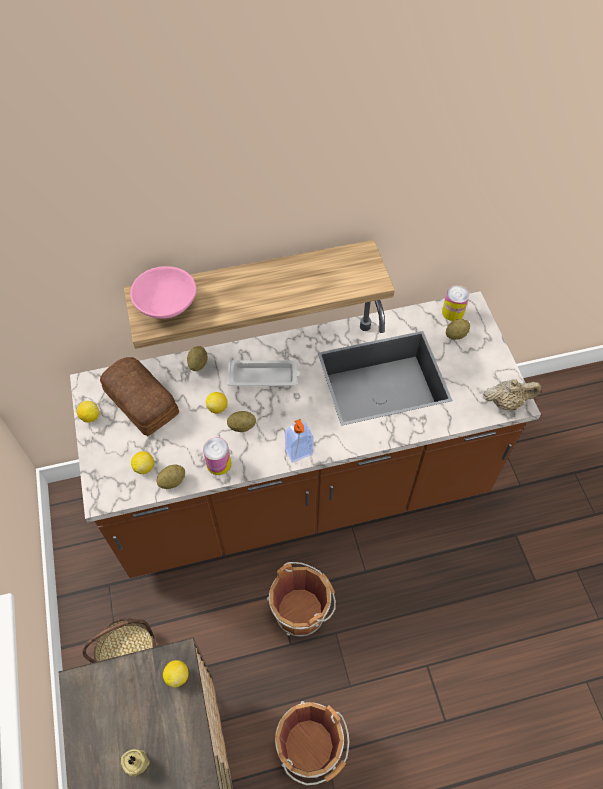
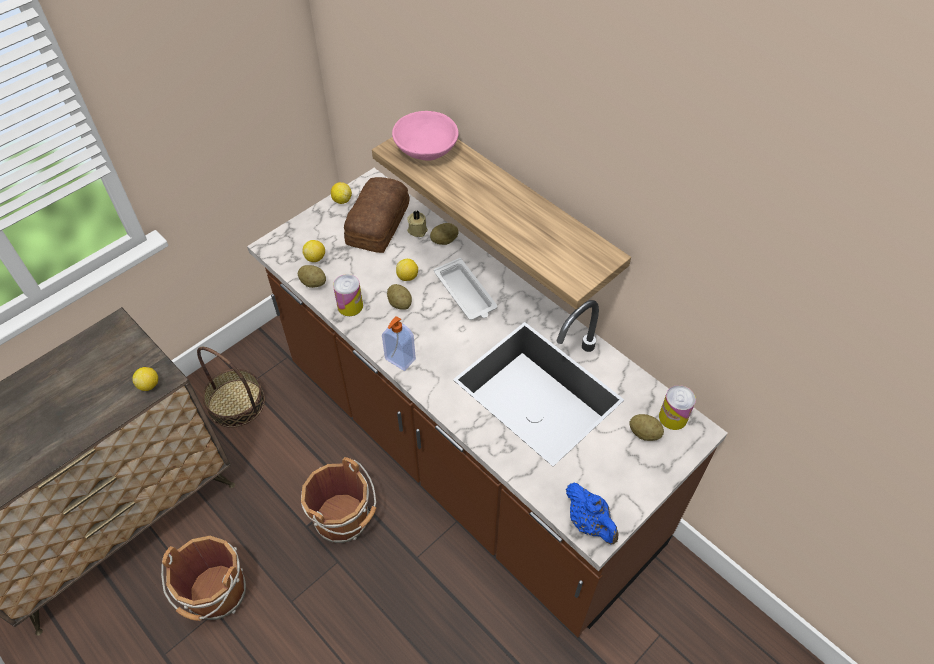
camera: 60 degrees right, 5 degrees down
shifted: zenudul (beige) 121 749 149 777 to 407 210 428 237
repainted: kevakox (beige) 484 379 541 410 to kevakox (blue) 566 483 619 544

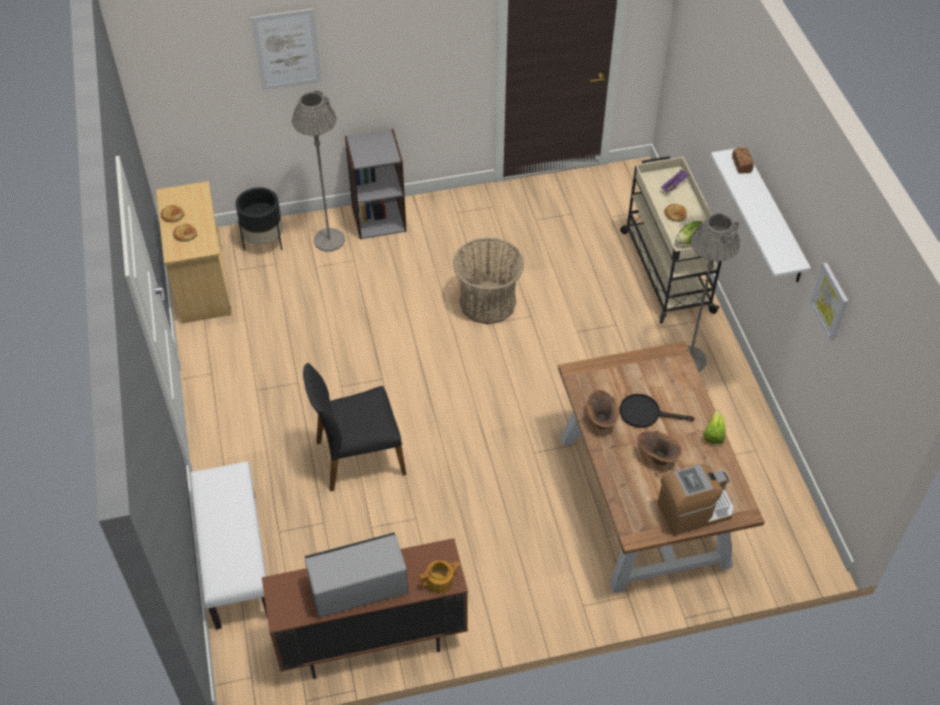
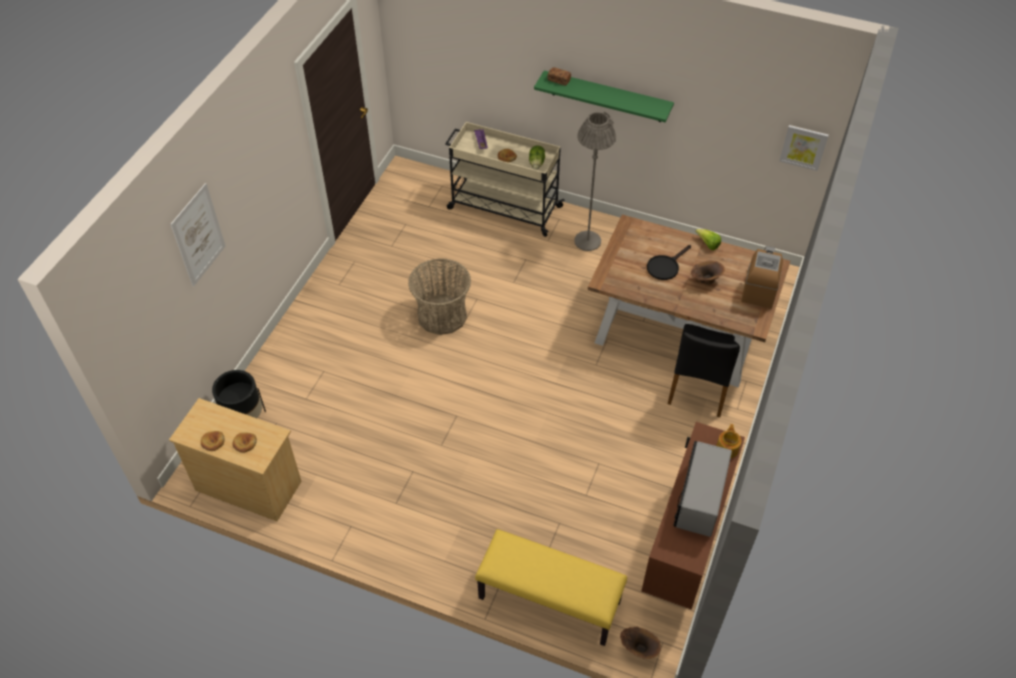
camera: 55 degrees left, 0 degrees up
gone: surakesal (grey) 292 90 345 252; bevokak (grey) 345 129 407 239
shifted: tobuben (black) 303 363 406 492 to 668 324 740 417; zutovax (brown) 587 390 619 429 to 620 627 661 659; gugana 810 263 848 341 to 779 125 829 171
repainted: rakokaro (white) 190 461 268 630 to rakokaro (yellow) 475 529 627 646; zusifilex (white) 711 147 811 282 to zusifilex (green) 534 70 674 122

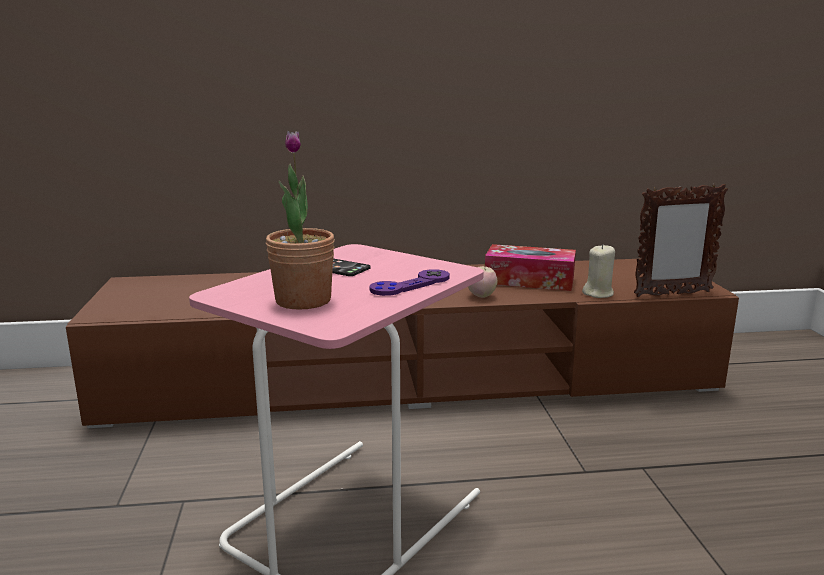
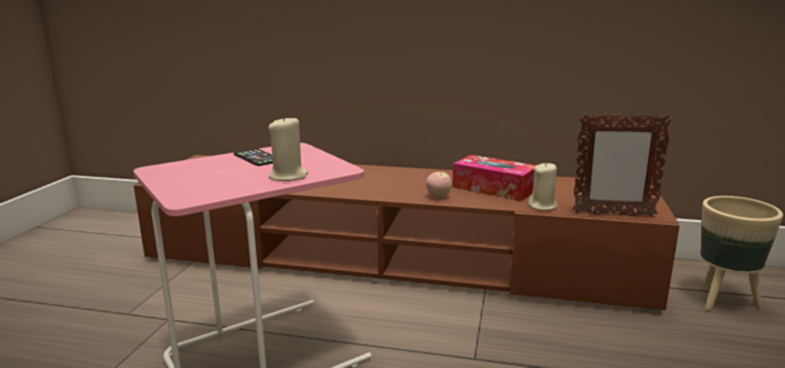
camera: 20 degrees right, 0 degrees up
gone: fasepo 266 131 335 310
new: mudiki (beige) 700 196 783 311
swapped: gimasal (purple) 369 269 450 296 to zenudul (beige) 268 115 308 181

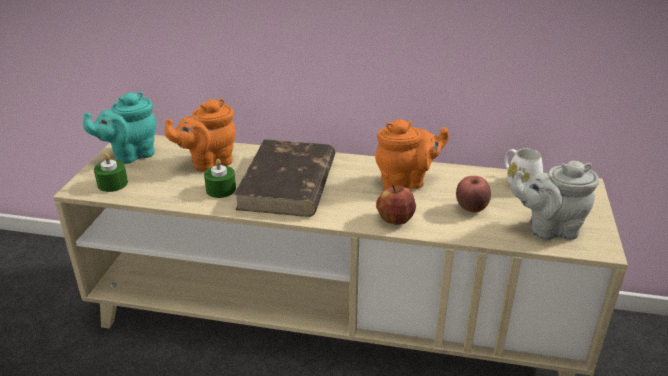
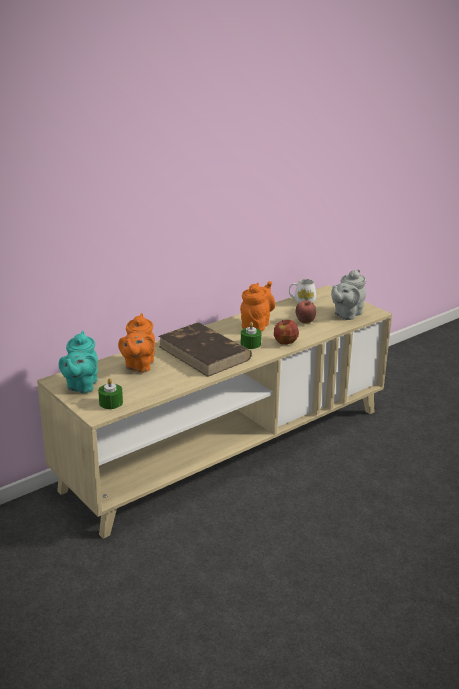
camera: 50 degrees left, 5 degrees down
shifted: zenudul (green) 204 159 236 198 to 241 322 261 349

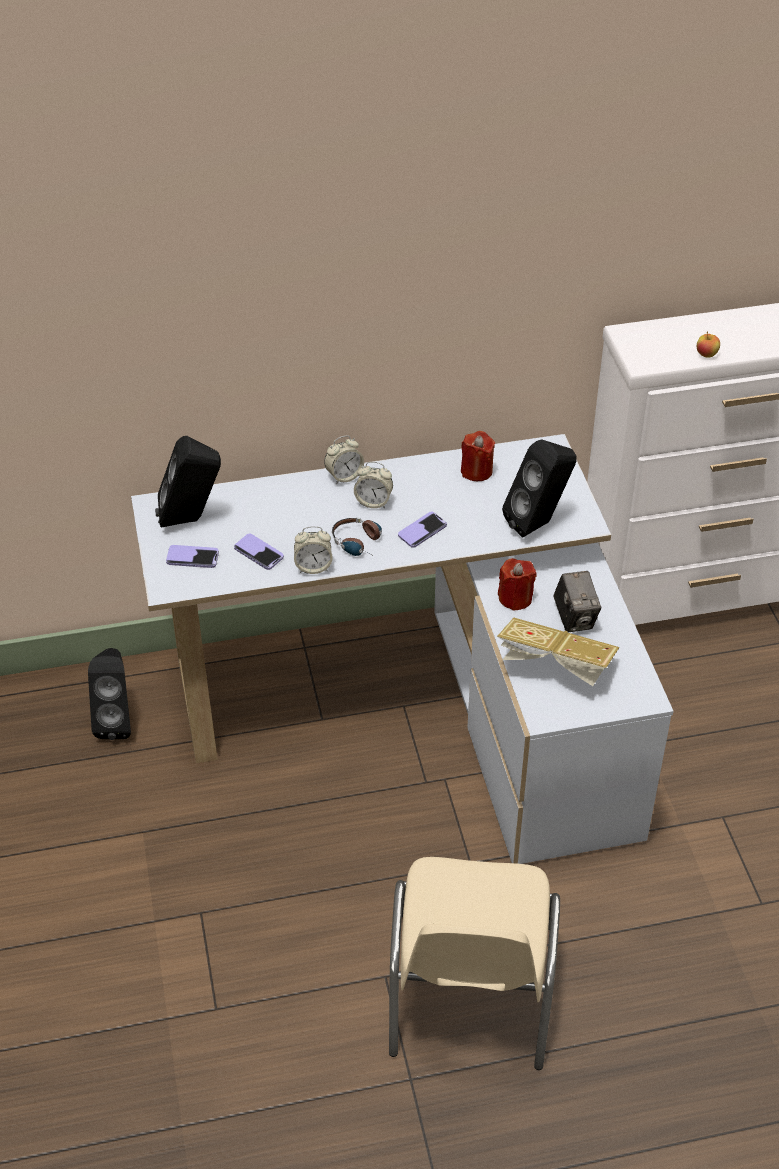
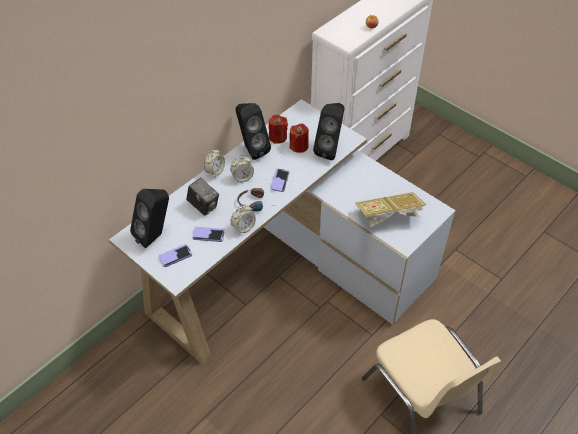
camera: 35 degrees left, 5 degrees up
shifted: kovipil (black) 88 648 131 740 to 235 103 271 160; zenudul (red) 498 558 536 611 to 289 123 309 153; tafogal 553 571 601 632 to 186 178 219 216

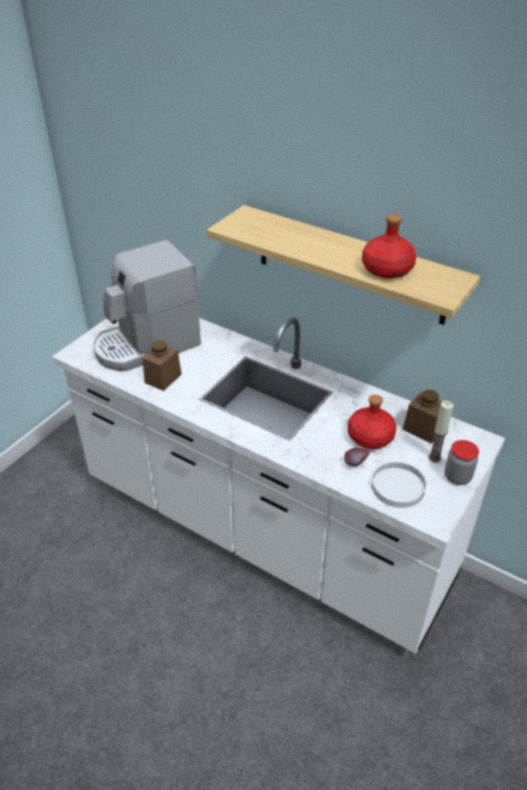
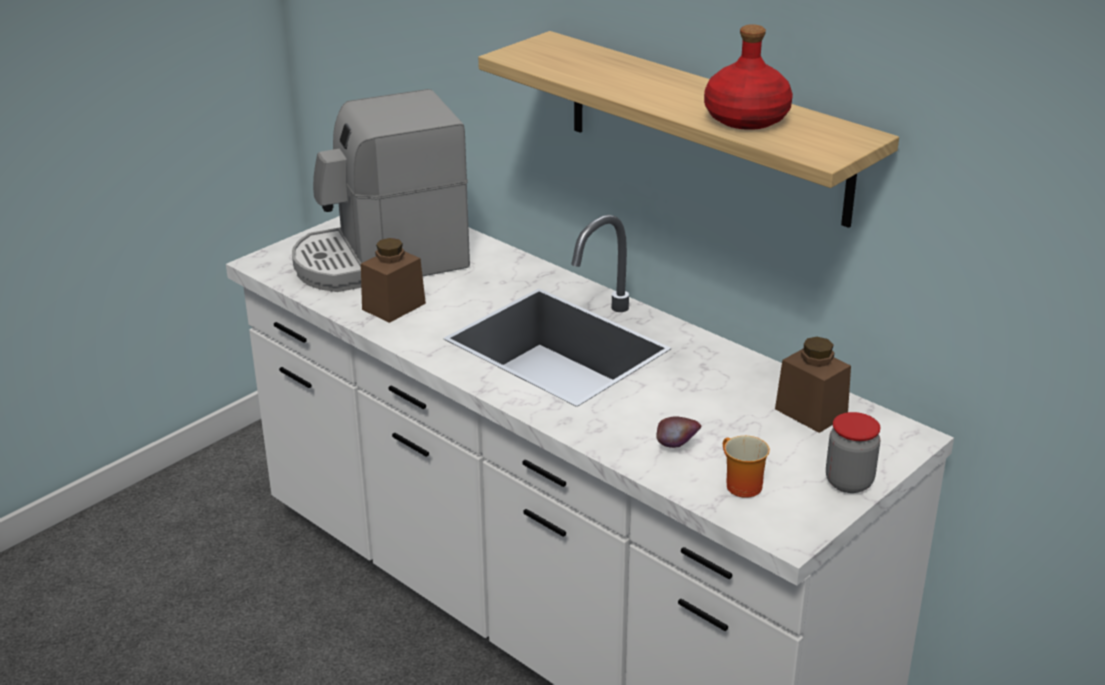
camera: 10 degrees right, 10 degrees down
gone: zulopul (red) 348 395 396 449; zenudul 428 401 453 463
swapped: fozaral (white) 372 462 426 508 to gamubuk 723 436 770 498

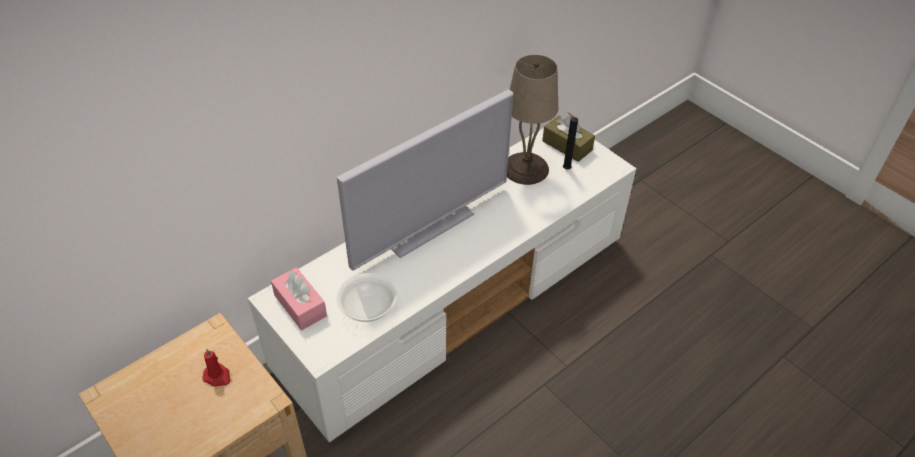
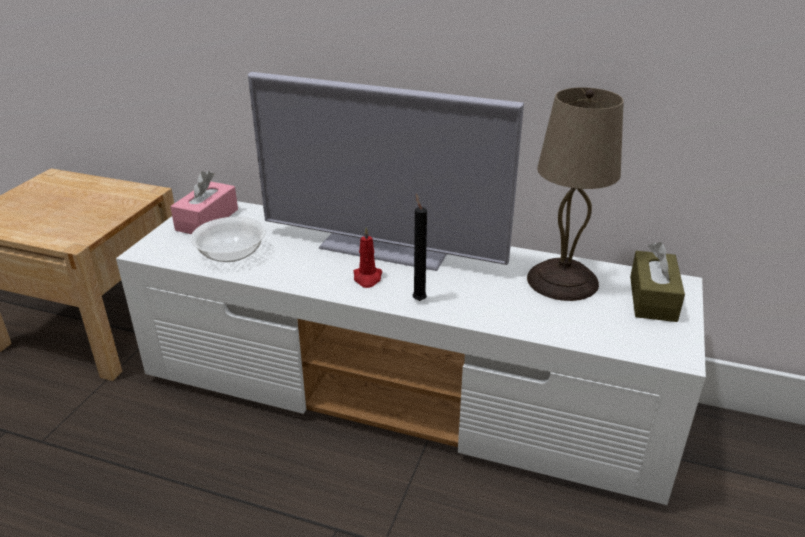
camera: 60 degrees right, 15 degrees down
shifted: zenudul (red) 202 349 230 386 to 354 227 382 288; zenudul (black) 563 112 578 170 to 413 193 427 301

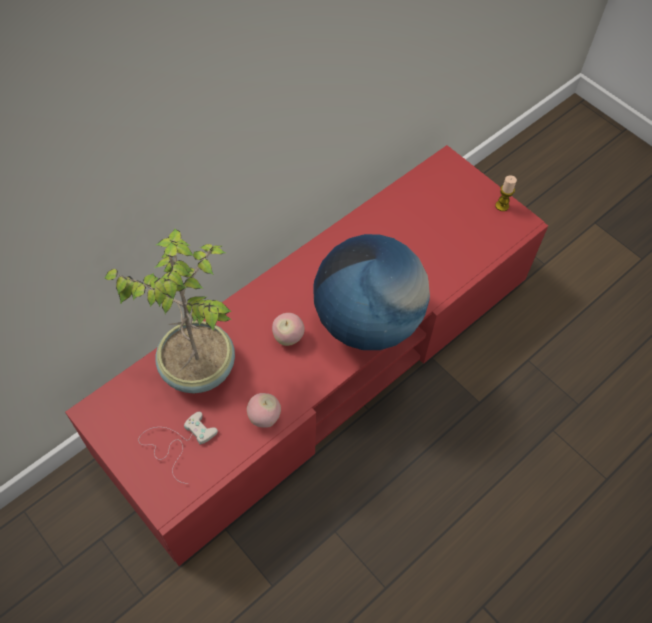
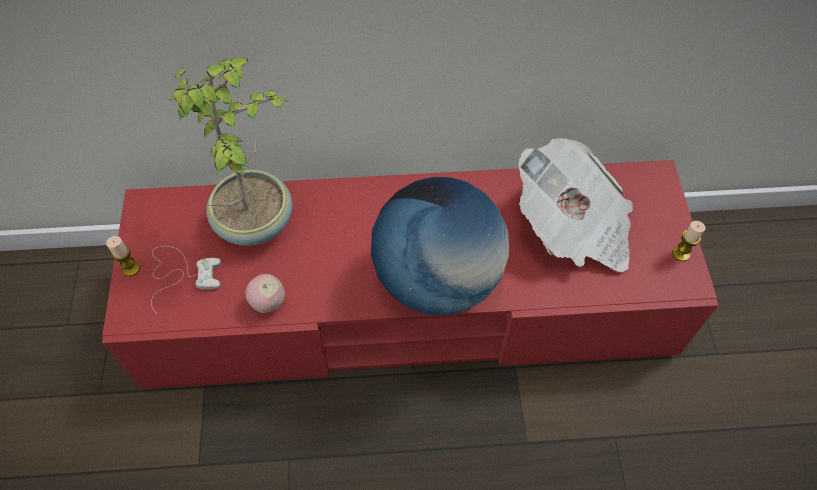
camera: 40 degrees right, 0 degrees up
gone: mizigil 272 313 305 346
new: zenudul 106 236 140 276; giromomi 518 138 633 272

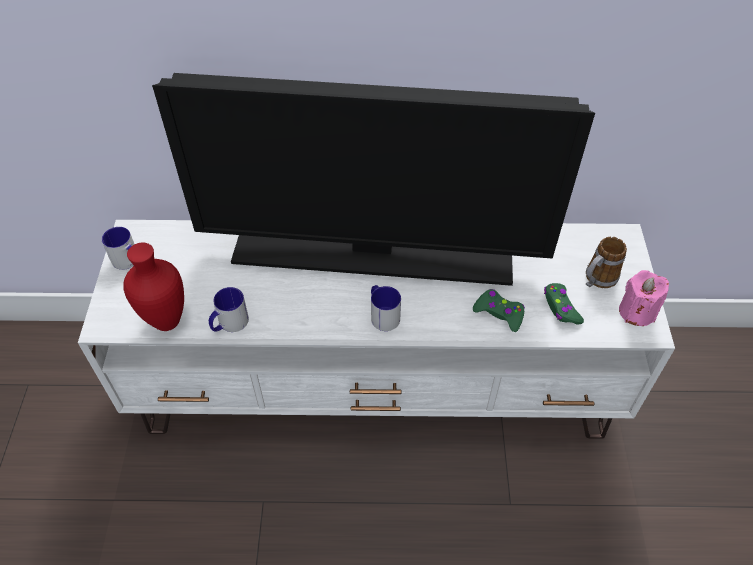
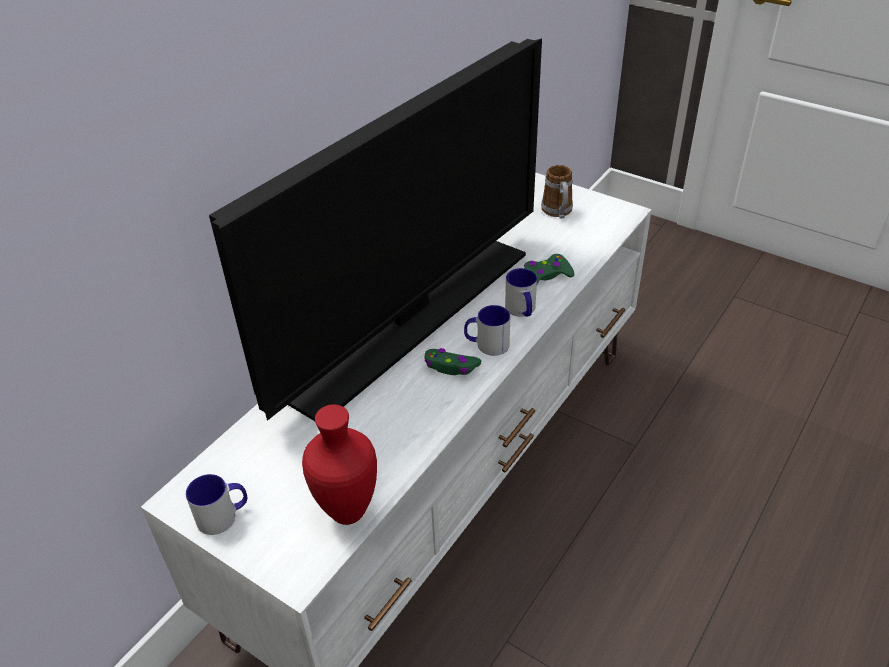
camera: 55 degrees left, 10 degrees down
gone: zenudul (pink) 619 270 669 326
shifted: gamubuk 209 287 249 332 to 505 268 537 317; gimasal (green) 544 283 584 324 to 424 348 481 375

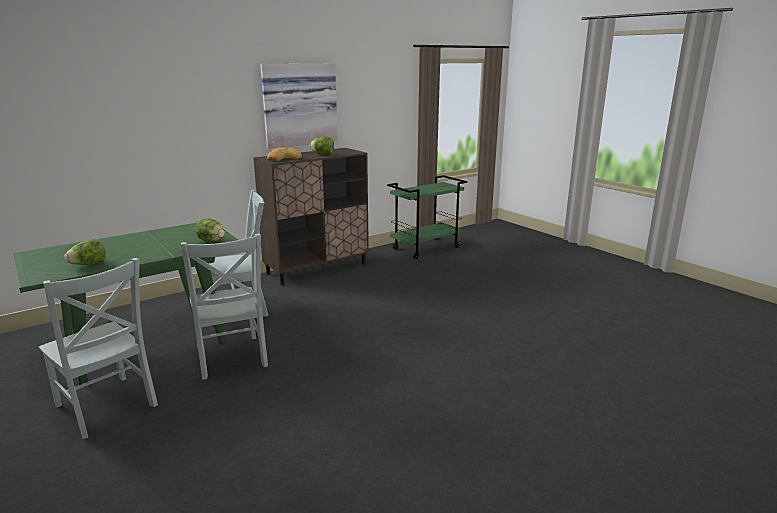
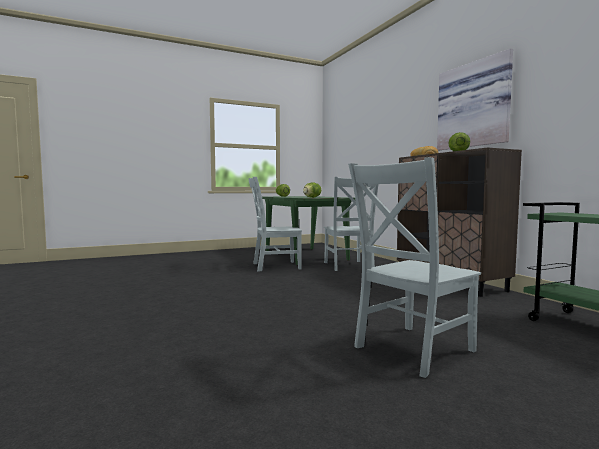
camera: 100 degrees right, 15 degrees down
shifted: tobuben (grey) 39 258 158 439 to 348 157 481 378

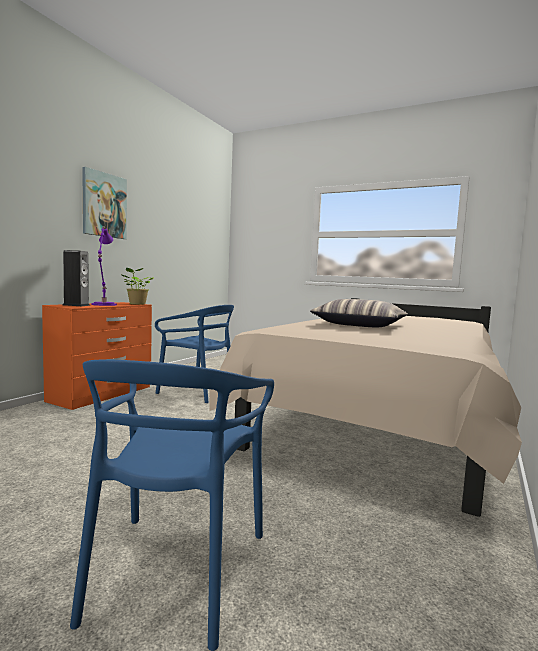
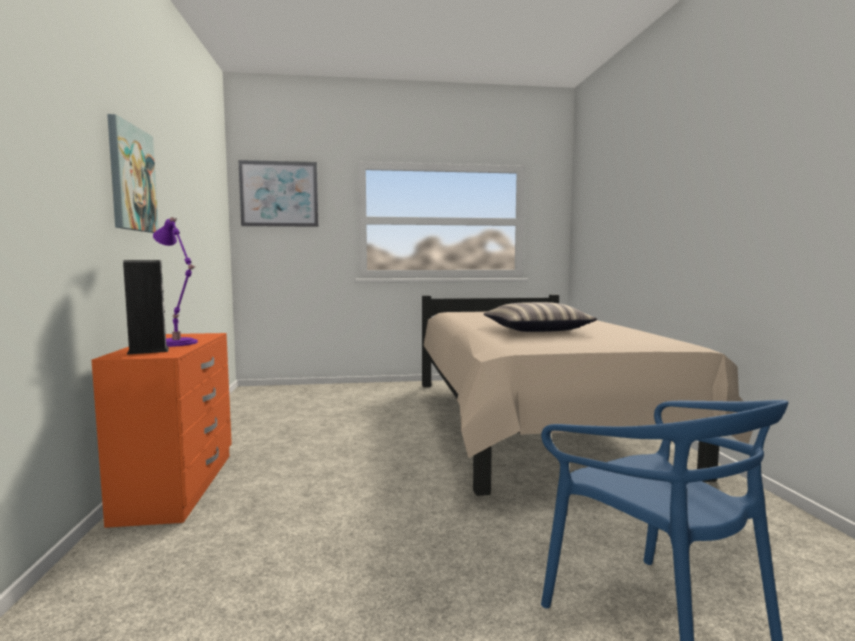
camera: 35 degrees left, 0 degrees up
gone: fasepo 122 268 154 305; tobuben (blue) 155 305 234 403
new: gugana 238 160 318 227

